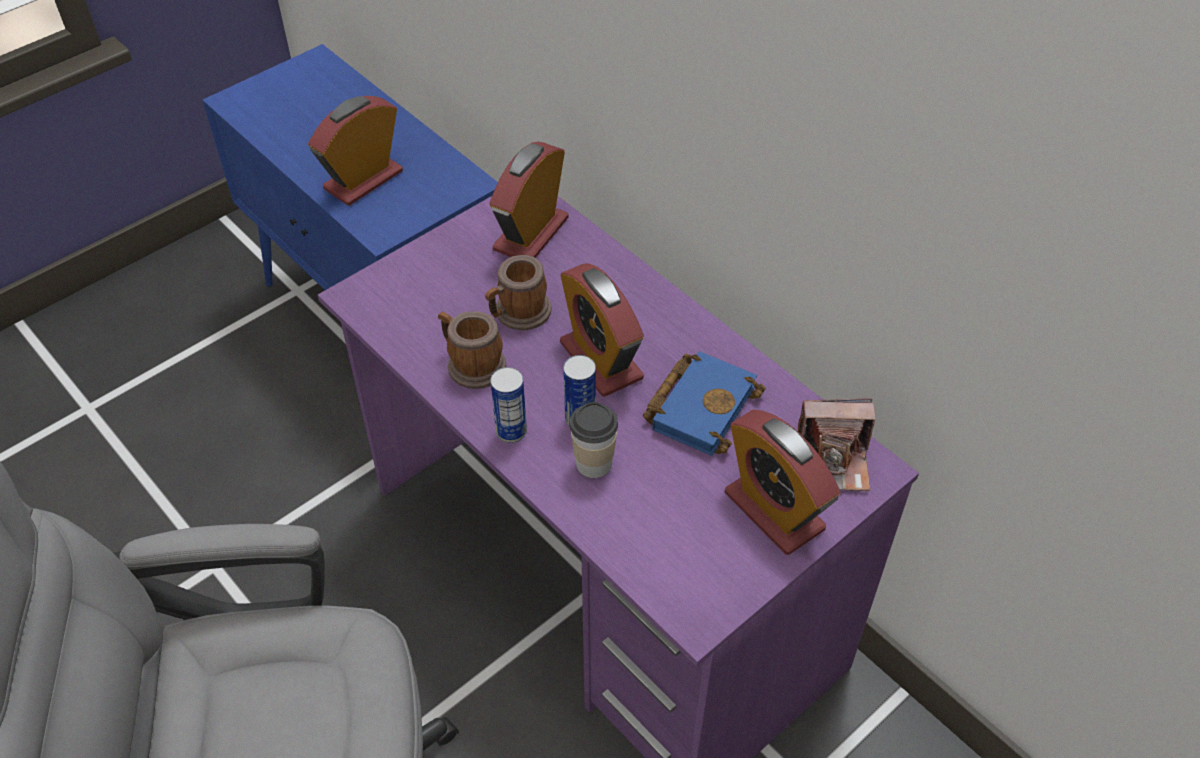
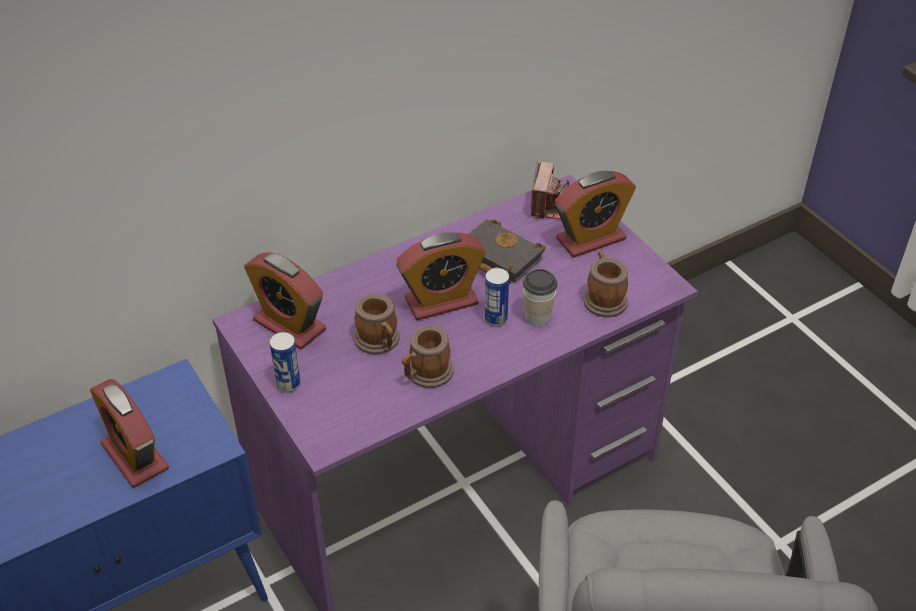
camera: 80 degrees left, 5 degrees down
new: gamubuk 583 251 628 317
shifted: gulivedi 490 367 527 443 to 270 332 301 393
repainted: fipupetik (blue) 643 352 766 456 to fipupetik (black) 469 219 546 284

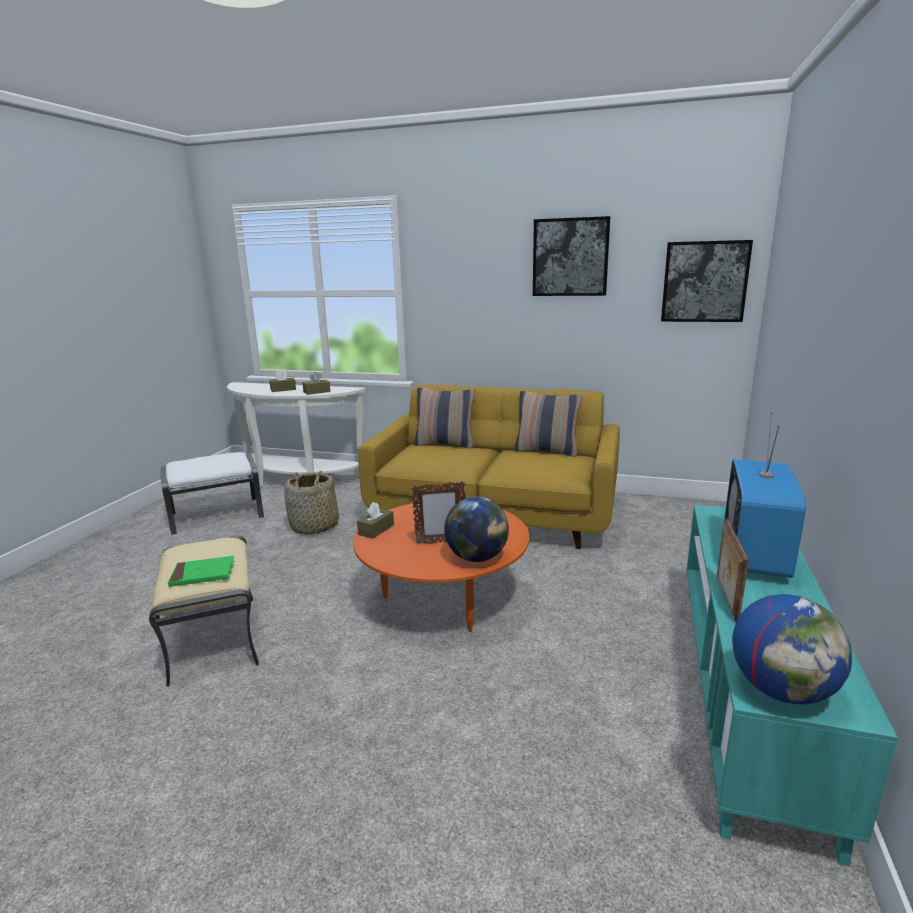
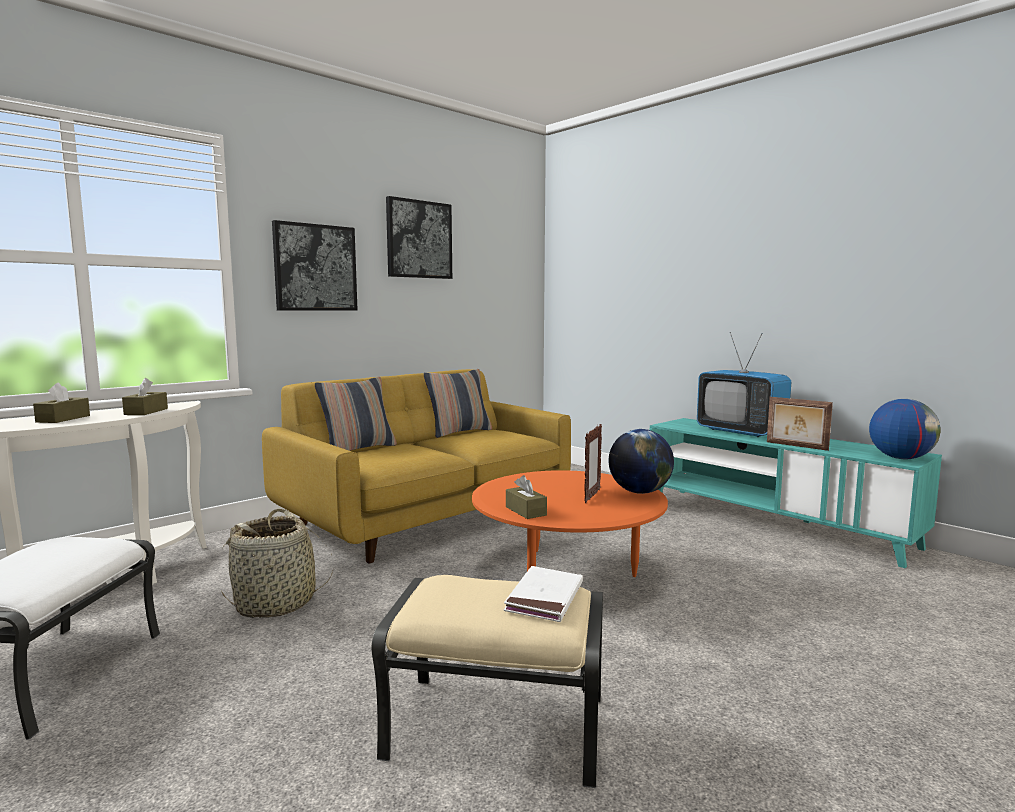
camera: 60 degrees left, 10 degrees down
shifted: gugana 661 240 753 322 to 272 220 358 311
repainted: fipupetik (green) 168 556 235 587 to fipupetik (white) 504 566 583 622

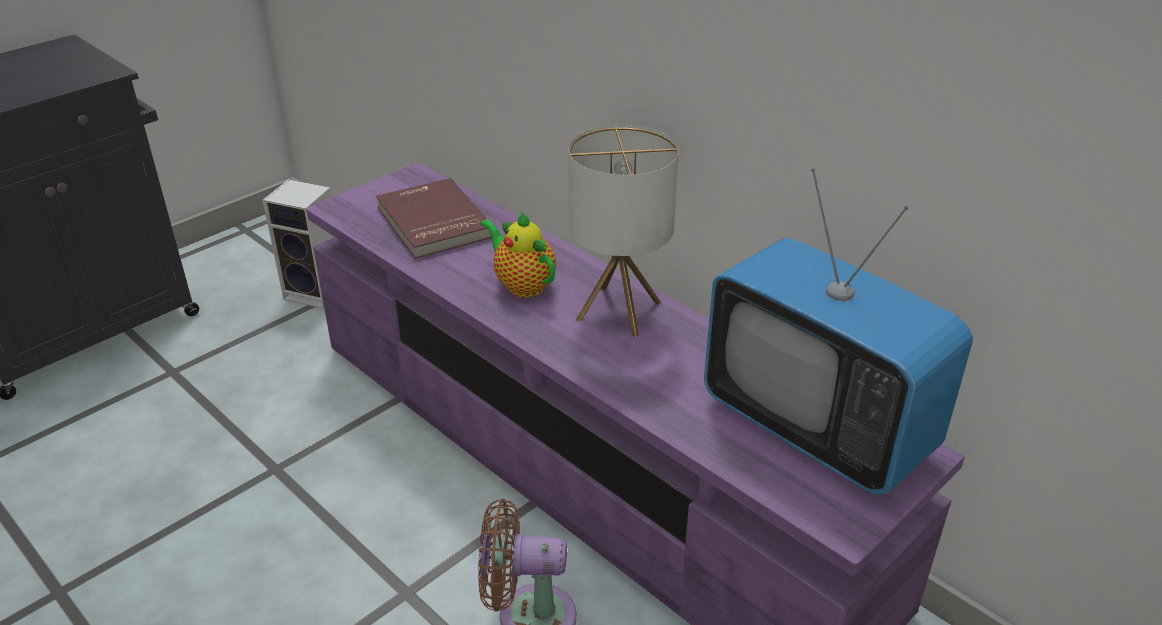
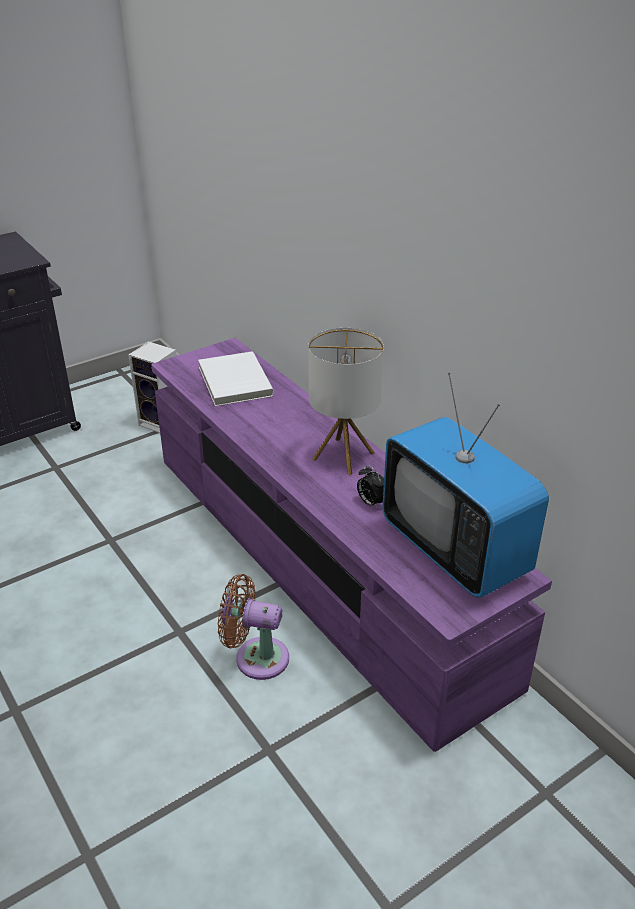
camera: 10 degrees right, 0 degrees up
gone: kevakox 480 210 556 297
new: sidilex 357 465 384 509
repainted: fipupetik (red) 376 178 492 259 to fipupetik (white) 198 351 274 406

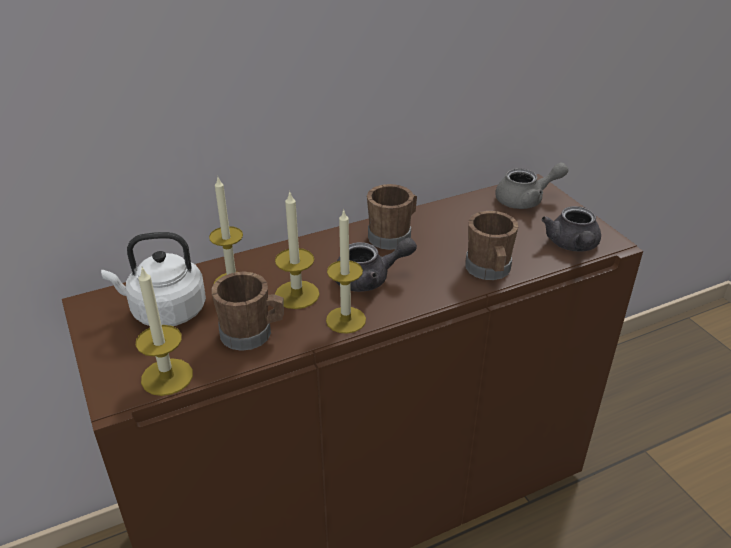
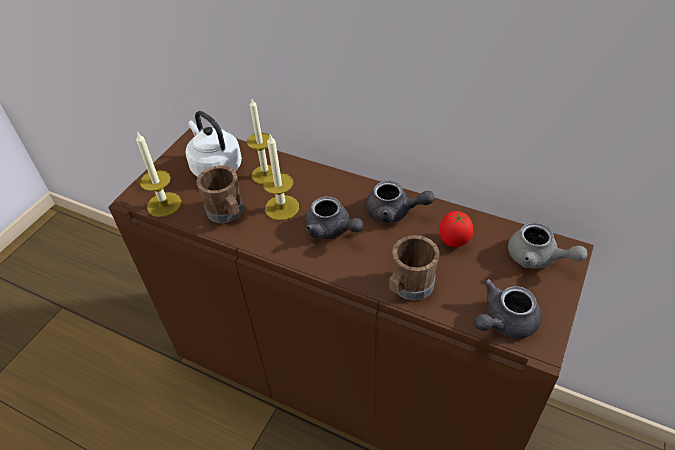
camera: 55 degrees right, 10 degrees up
gone: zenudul 326 209 366 334
new: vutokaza 439 211 473 247
swapped: gamubuk (brown) 367 184 417 250 to kevakox (grey) 366 180 435 223

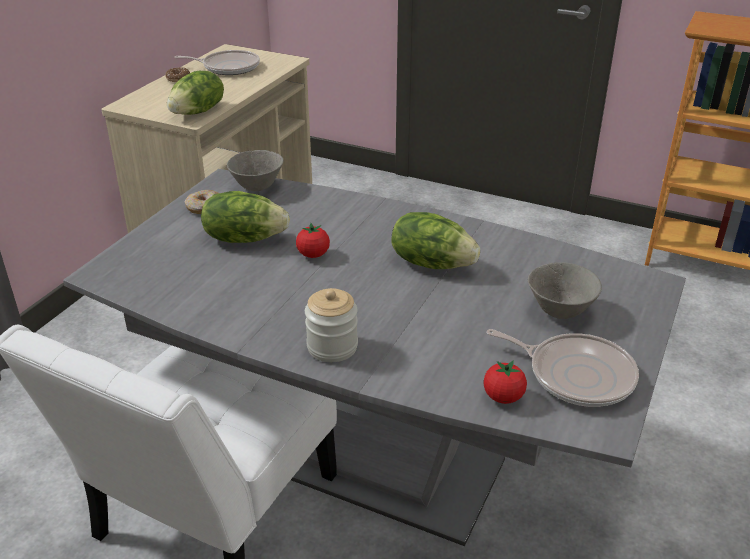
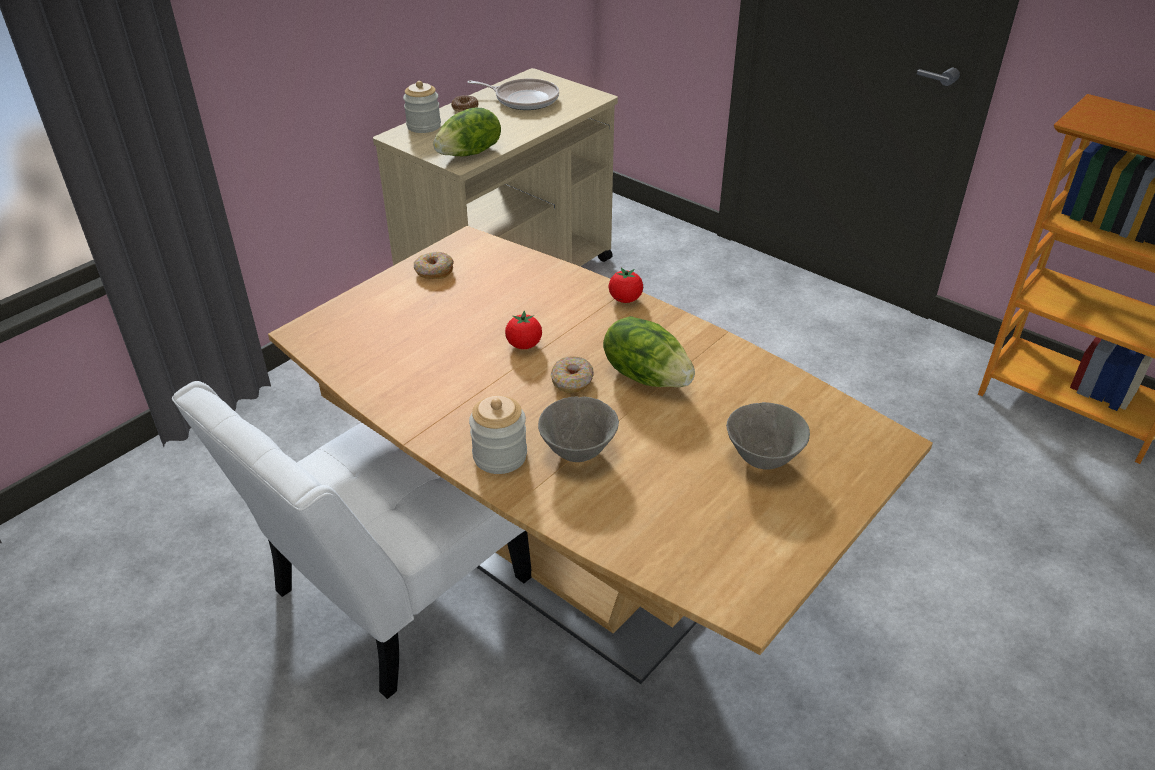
camera: 15 degrees right, 5 degrees up
gone: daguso 201 191 290 243; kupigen 487 329 639 407
new: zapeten 403 81 441 133; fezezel 551 356 594 393
shifted: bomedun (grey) 227 150 283 191 to 538 397 619 462; vutokaza 483 360 527 404 to 609 268 643 303
repainted: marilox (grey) 63 169 686 546 to marilox (brown) 268 226 933 684

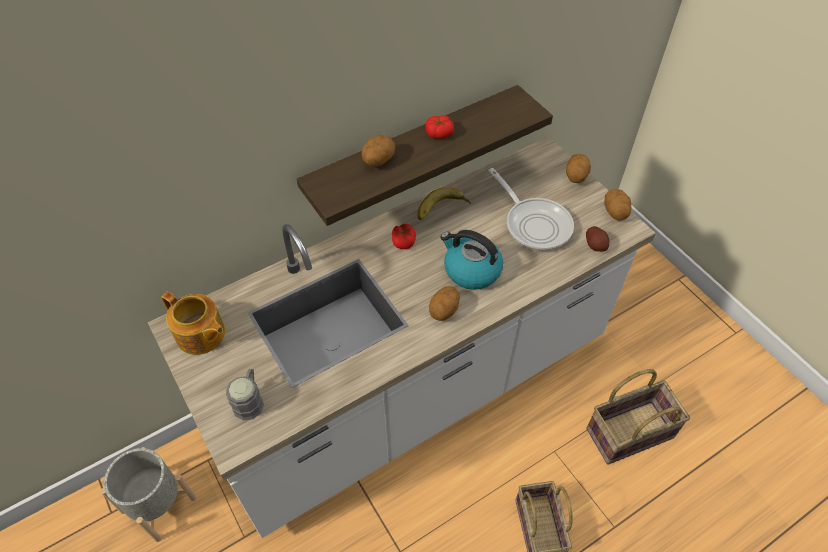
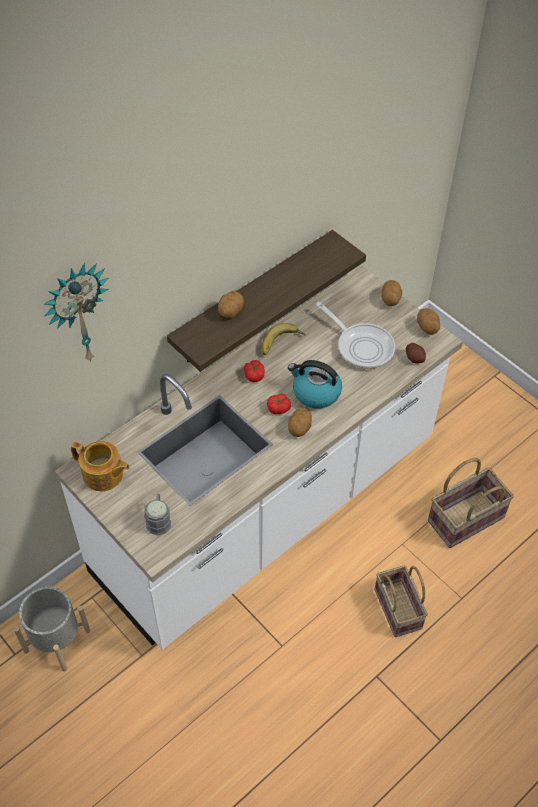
camera: 10 degrees left, 0 degrees up
new: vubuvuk 43 263 109 362
shifted: vutokaza 426 115 454 139 to 267 394 291 414

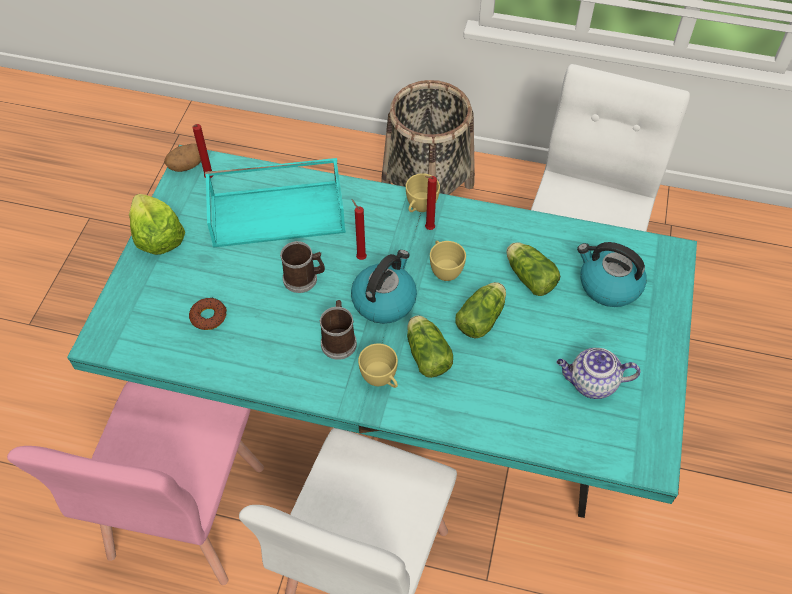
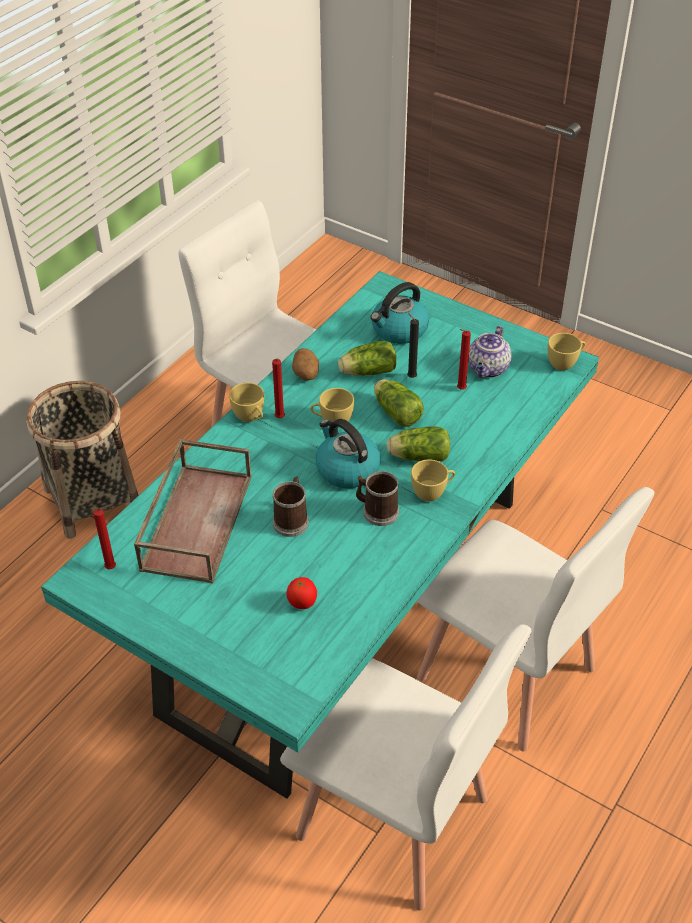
camera: 70 degrees left, 10 degrees down
gone: daguso 129 194 185 255
new: zenudul (black) 407 312 419 378; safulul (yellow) 548 333 585 371
shifted: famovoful 164 143 201 172 to 292 348 319 381; zenudul (red) 352 199 367 260 to 457 329 471 390
swapped: fezezel 189 297 227 330 to vutokaza 286 577 317 609
repainted: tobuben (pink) 7 381 264 585 to tobuben (white) 280 624 532 911; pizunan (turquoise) 205 158 346 248 to pizunan (brown) 134 439 252 584

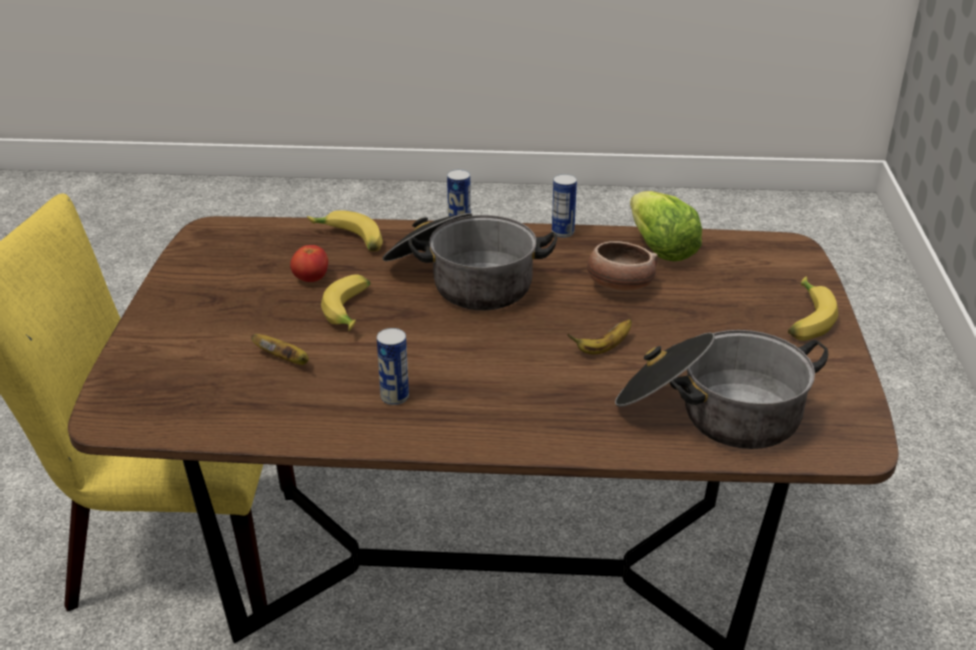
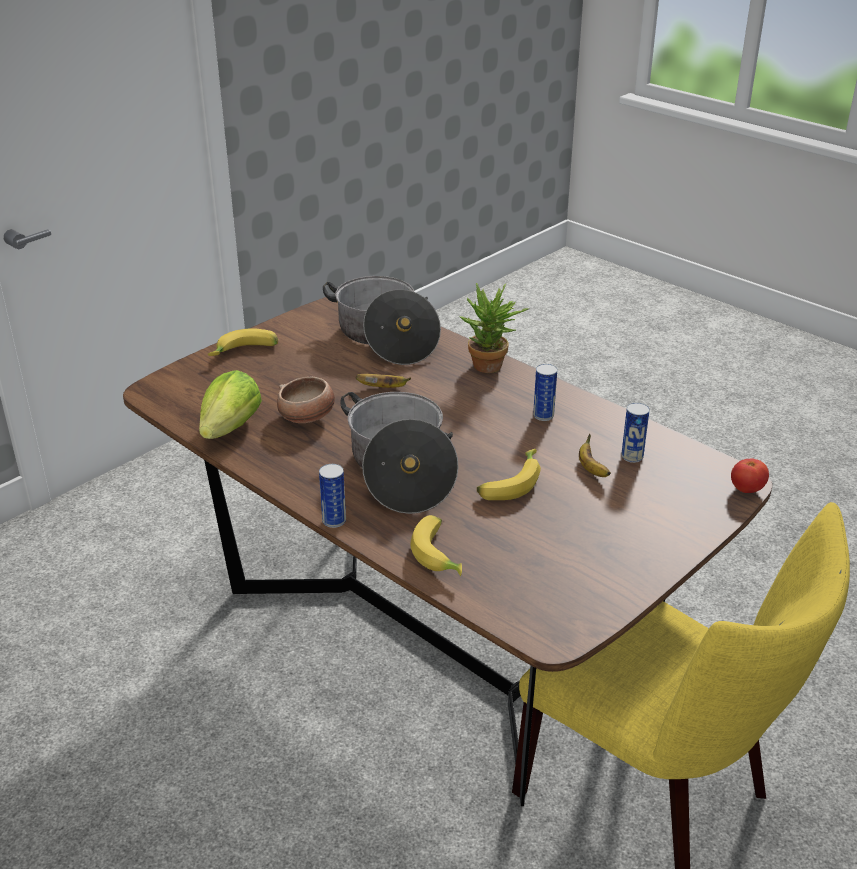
camera: 140 degrees left, 0 degrees up
new: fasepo 459 283 529 373
shifted: vutokaza 290 245 328 282 to 731 459 769 493; gulivedi 552 174 577 238 to 621 403 650 463

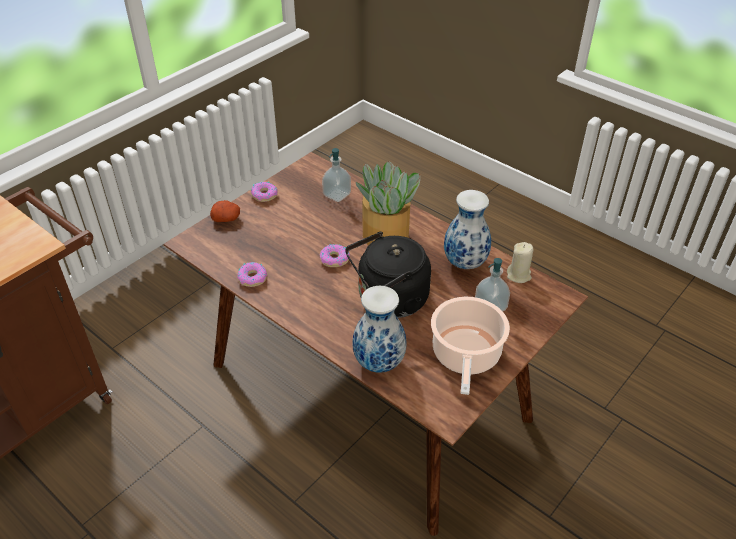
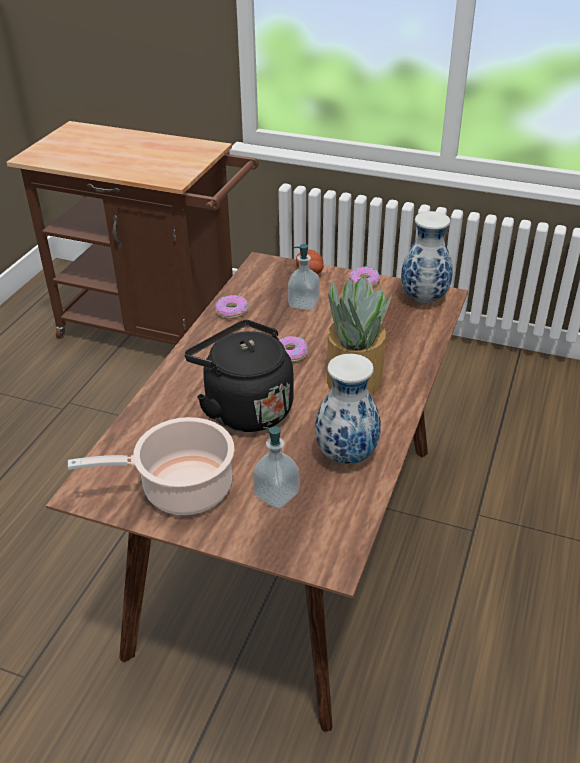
camera: 70 degrees right, 5 degrees down
gone: zenudul (beige) 507 242 533 283
shifted: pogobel 322 148 351 202 to 288 244 320 310; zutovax 353 286 407 373 to 401 211 453 303

